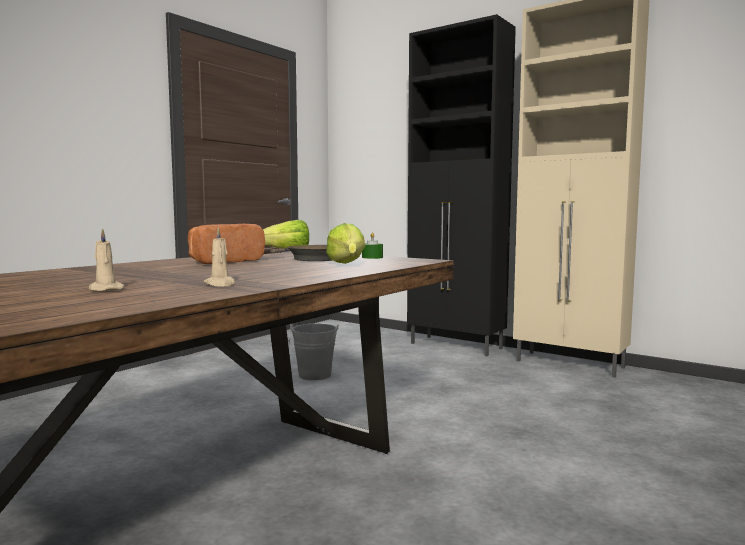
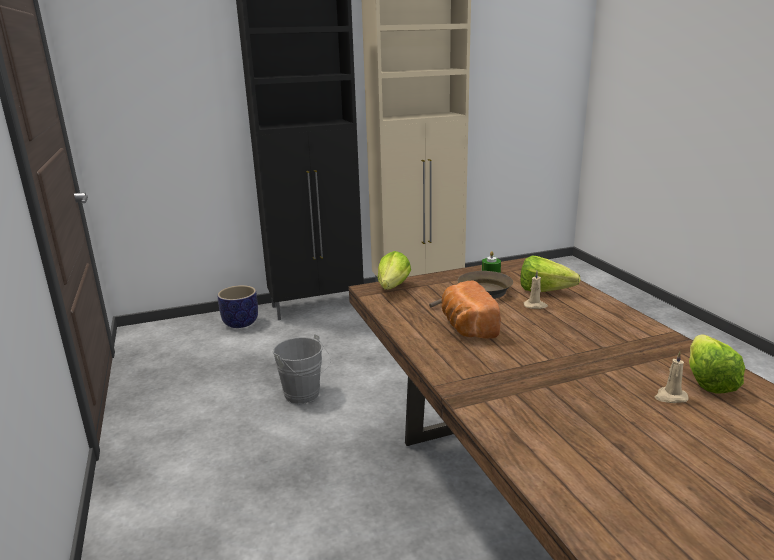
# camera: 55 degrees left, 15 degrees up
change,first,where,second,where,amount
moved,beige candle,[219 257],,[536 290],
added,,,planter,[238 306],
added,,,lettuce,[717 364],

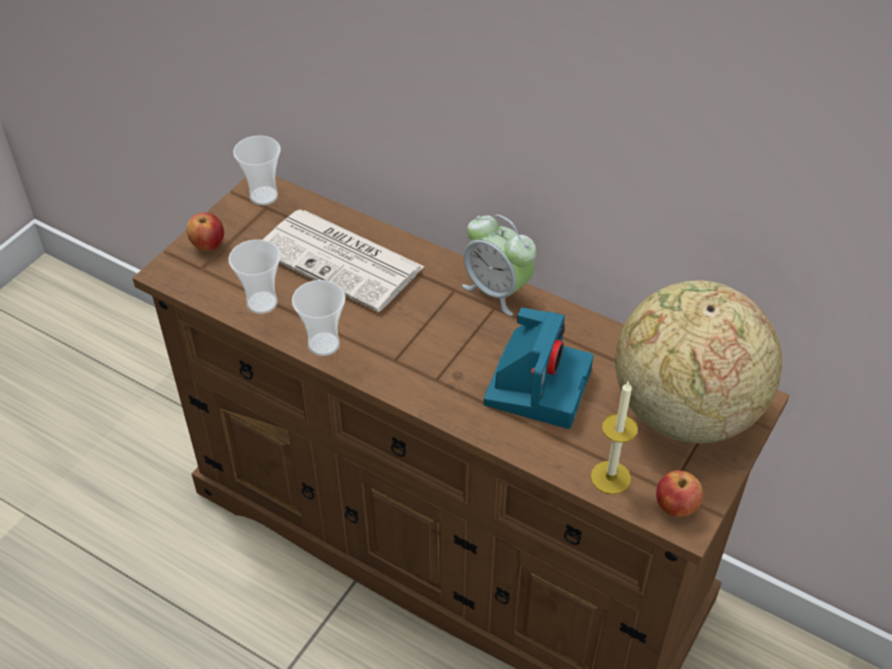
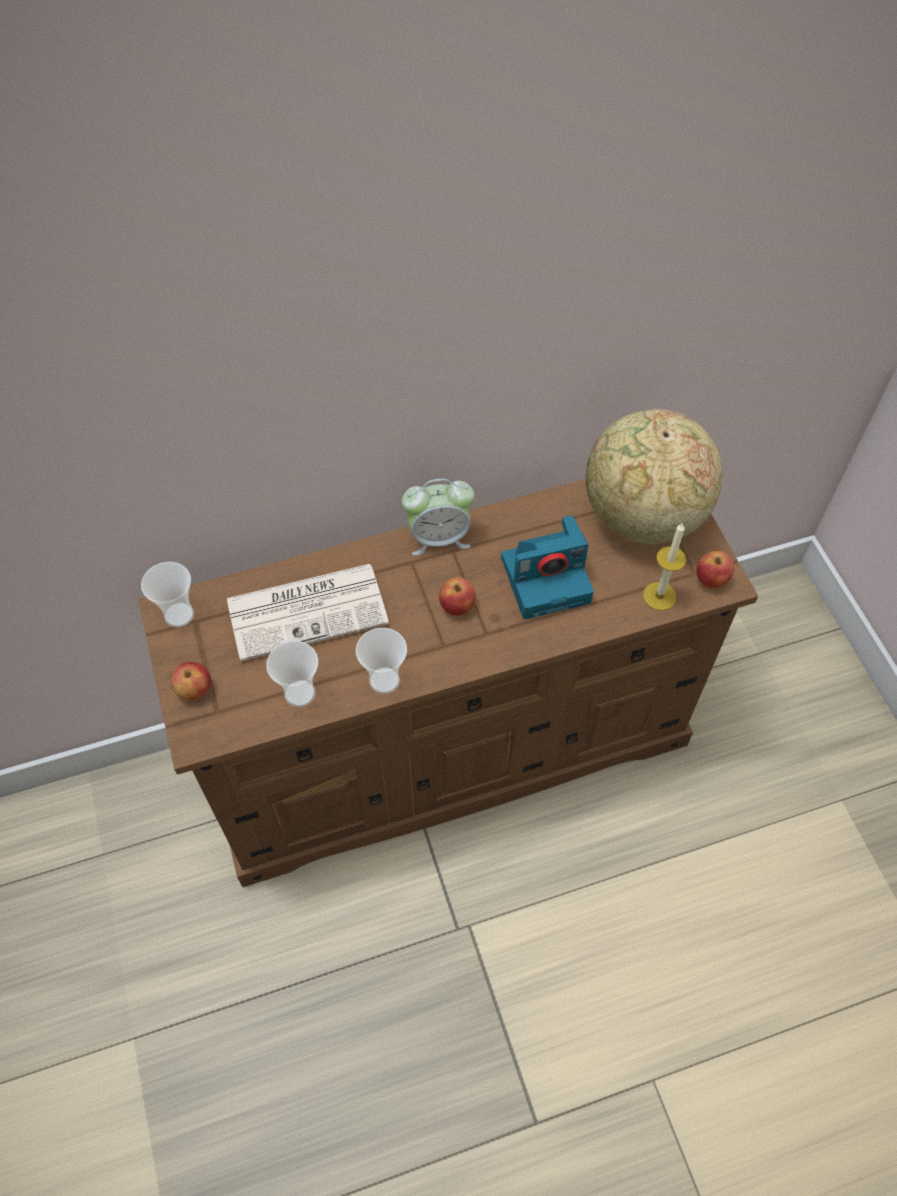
# camera: 50 degrees left, 10 degrees up
change,first,where,second,where,amount
turned,photo camera,[538 368],,[547 567],105 degrees clockwise
added,,,apple,[457 596],

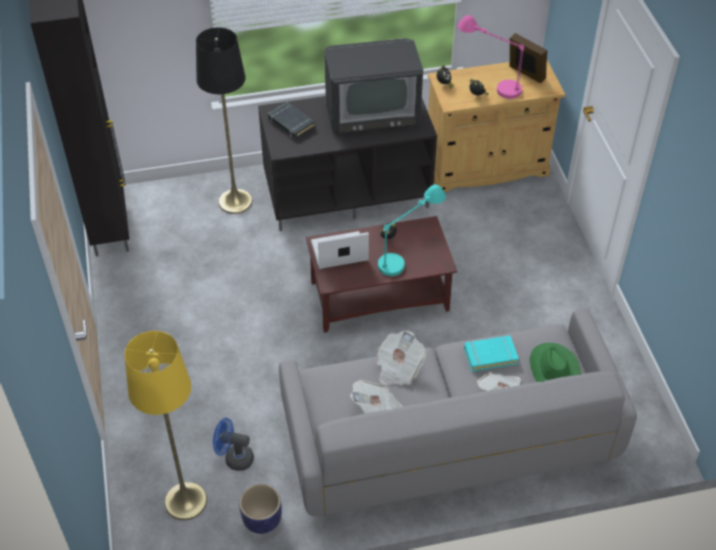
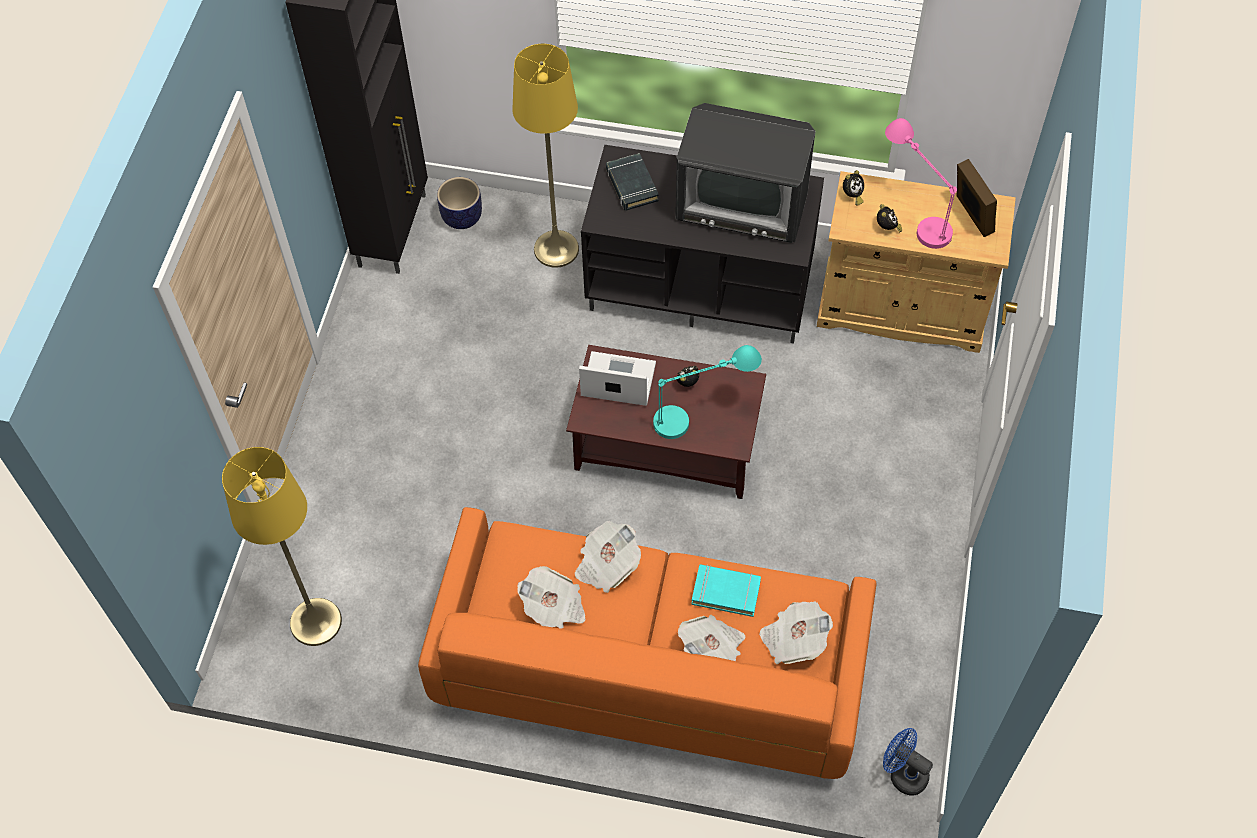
# camera: 25 degrees right, 10 degrees up
change,first,where,second,where,amount
recoloured,black floor lamp,[224 120],yellow floor lamp,[545 156],
moved,blue fan,[233 444],,[908 762],
moved,planter,[260 509],,[459 203],
recoloured,grey sofa,[458 412],orange sofa,[647 643],
replaced,green hat,[555 362],newspaper,[796 632],

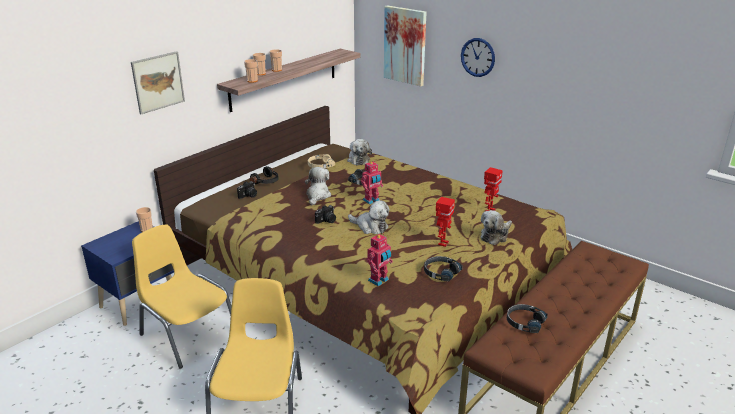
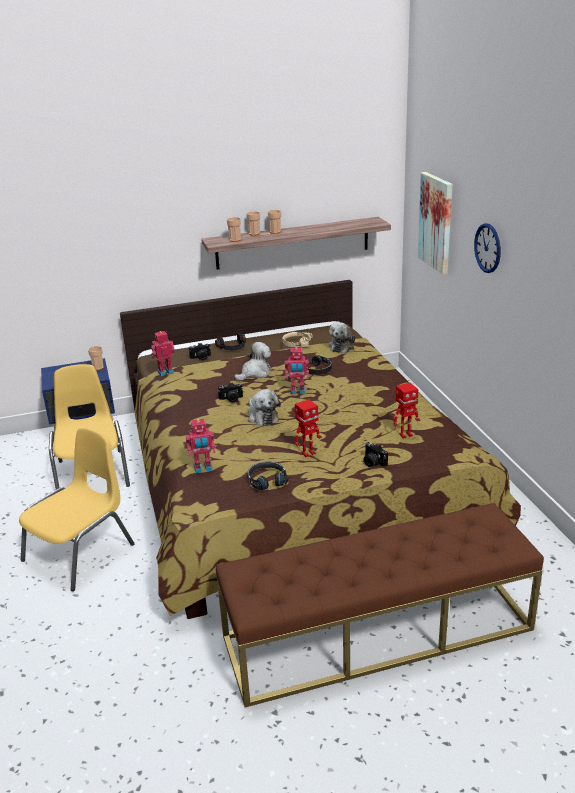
# camera: 35 degrees right, 0 degrees up
change,first,where,second,where,amount
removed,picture,[158 82],,,
replaced,plush toy,[496 227],photo camera,[375 454],
removed,black headphones,[527 318],,,
added,,,toy robot,[163 353],

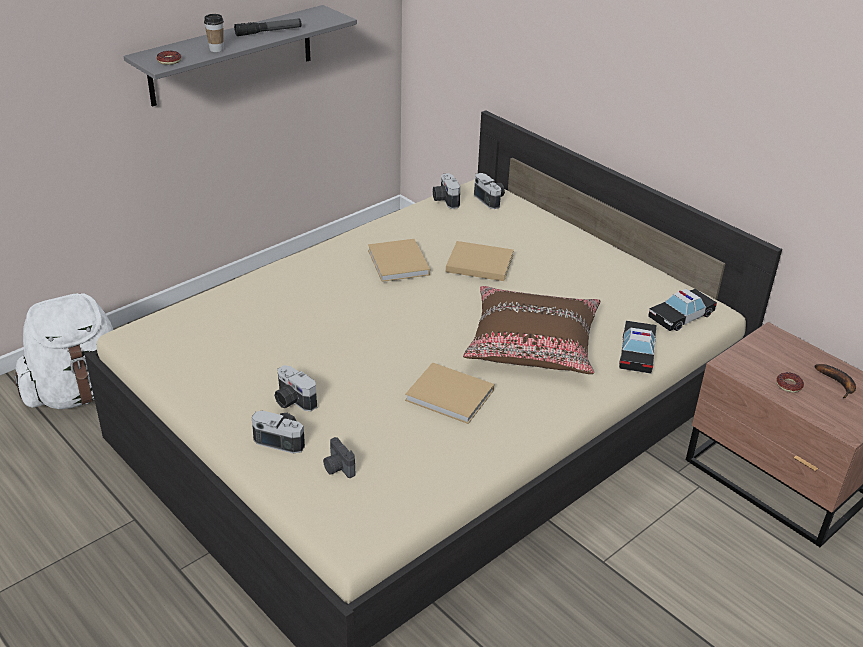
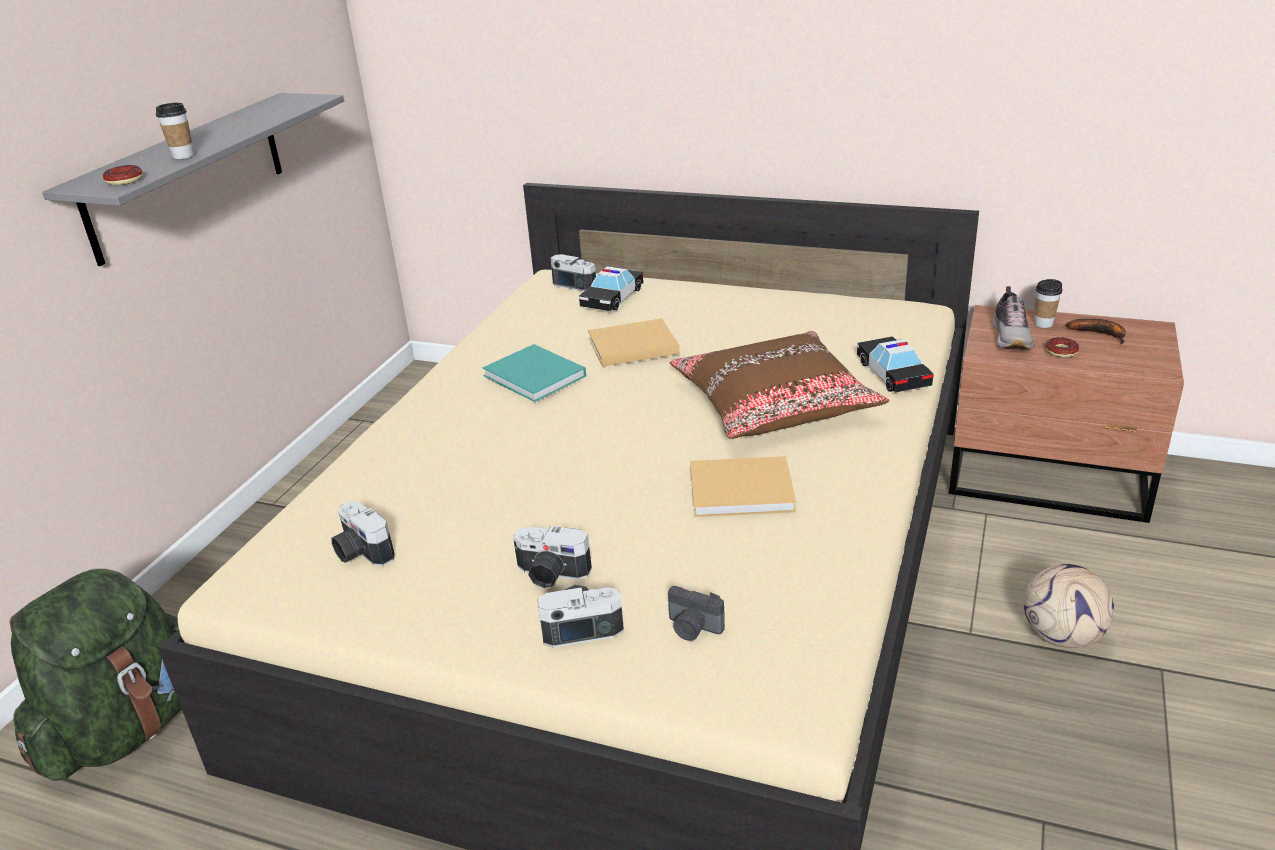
# camera: 25 degrees left, 5 degrees down
change,first,where,second,where,amount
recoloured,white backpack,[63 351],green backpack,[95 675],
removed,flashlight,[267 27],,,
recoloured,beige book,[399 260],turquoise book,[534 373],
moved,photo camera,[446 191],,[363 533],
moved,toy car,[682 310],,[611 288],
added,,,shoe,[1013 318],
added,,,football,[1069 606],
added,,,cup,[1048 303],

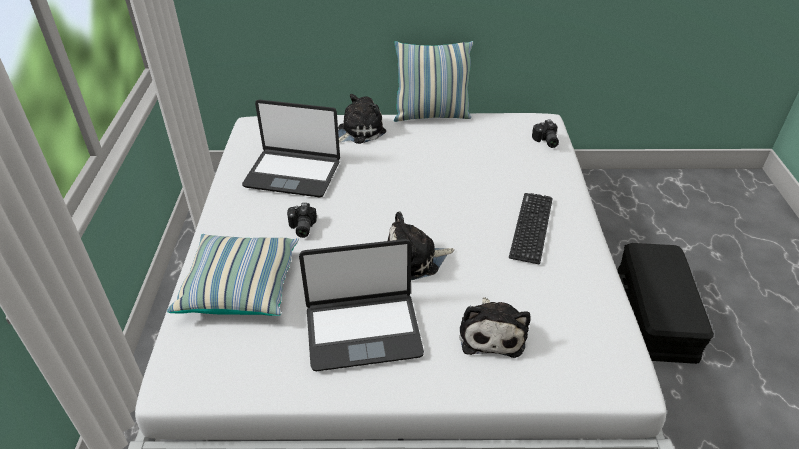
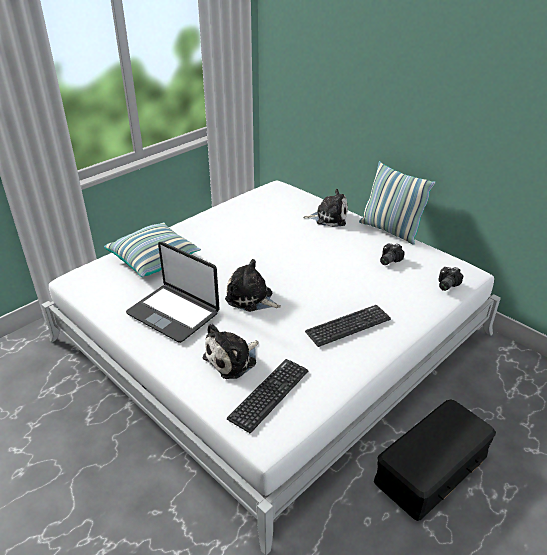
# camera: 45 degrees right, 5 degrees down
change,first,where,second,where,amount
removed,laptop,[291 148],,,
moved,photo camera,[302 220],,[392 254],
added,,,keyboard,[267 396],

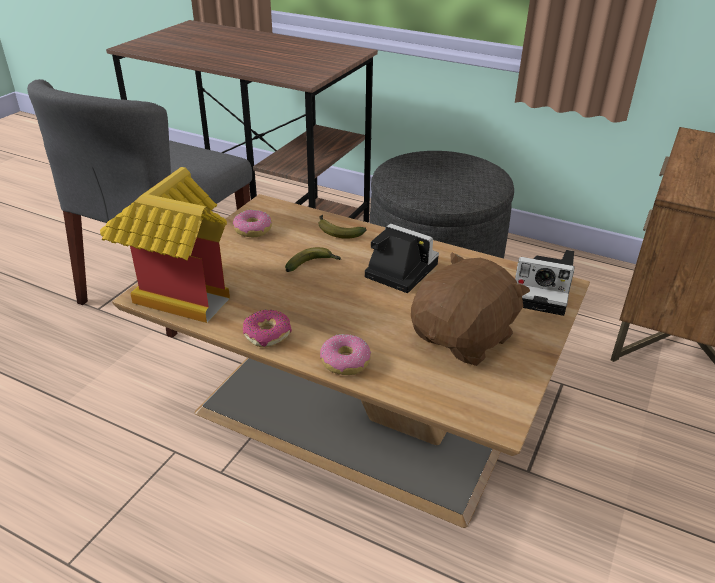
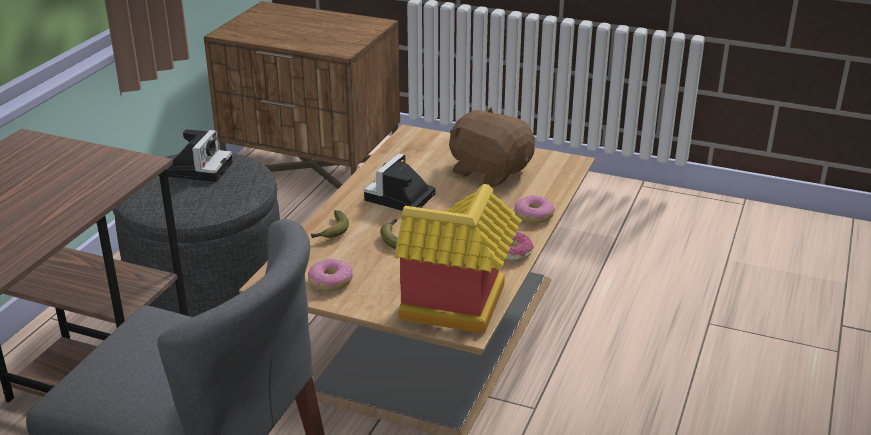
# camera: 95 degrees left, 5 degrees down
change,first,where,second,where,amount
moved,photo camera,[544 283],,[200 155],

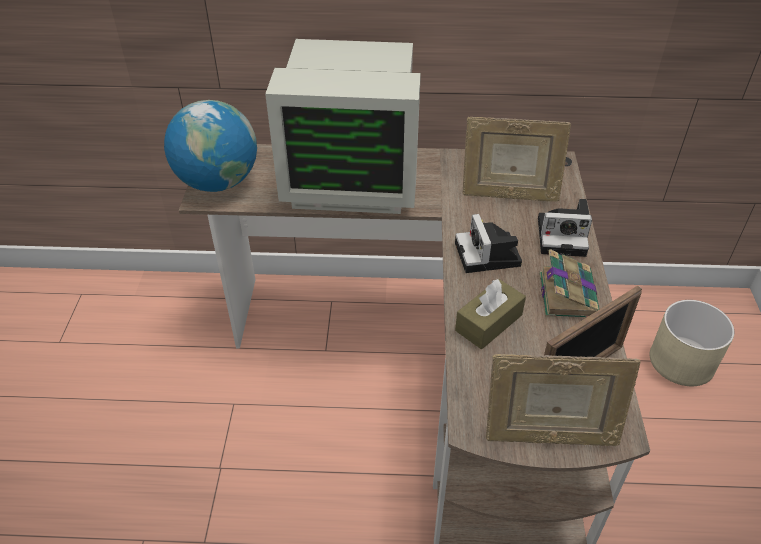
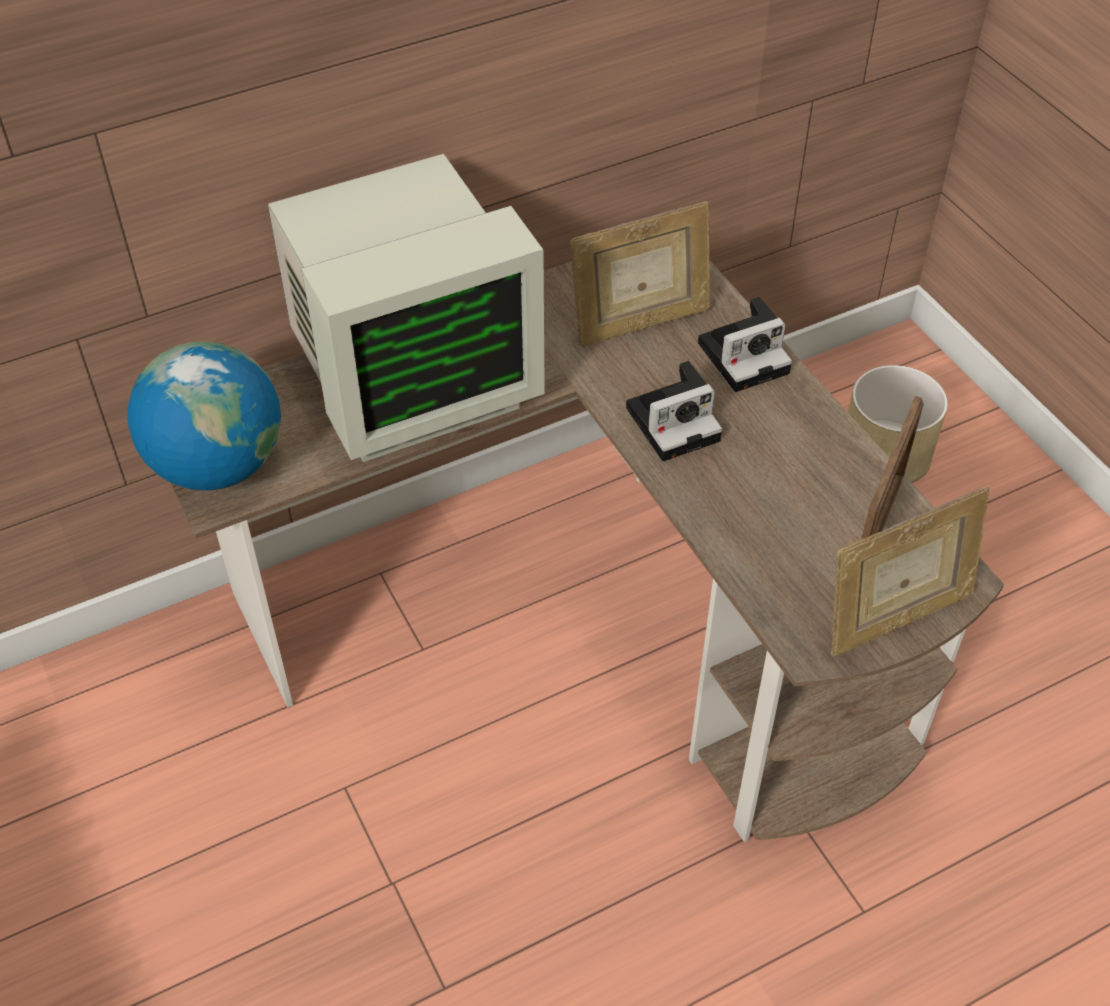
# camera: 30 degrees left, 5 degrees up
change,first,where,second,where,amount
turned,photo camera,[488 243],,[674 411],75 degrees counterclockwise
removed,brown tissue box,[490 314],,,
removed,book,[569 283],,,

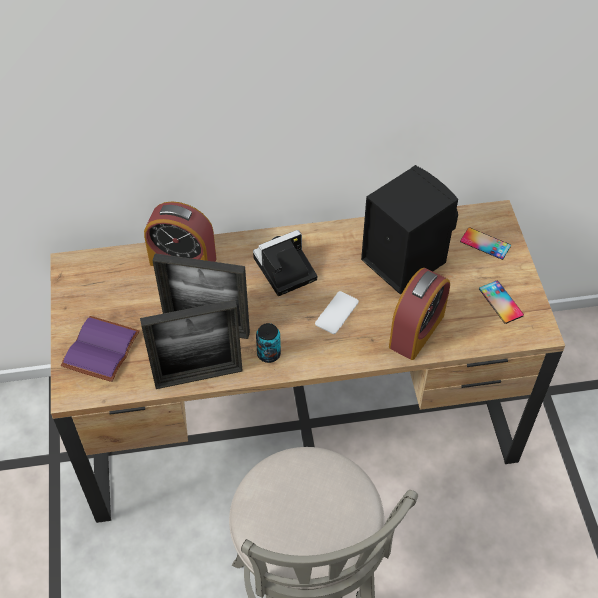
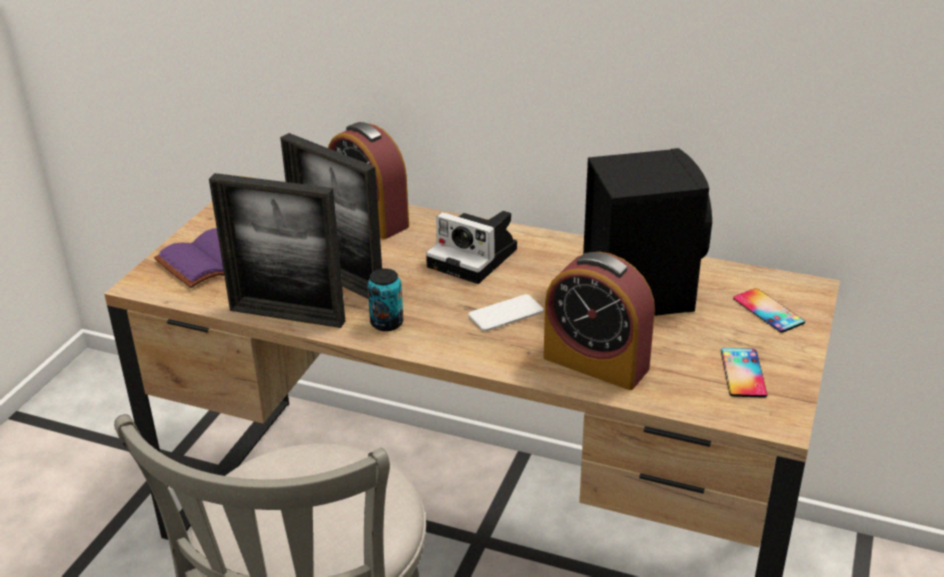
# camera: 30 degrees right, 20 degrees down
change,first,where,second,where,amount
turned,photo camera,[285 263],,[471 247],150 degrees counterclockwise
turned,alarm clock,[419 314],,[599 321],60 degrees clockwise

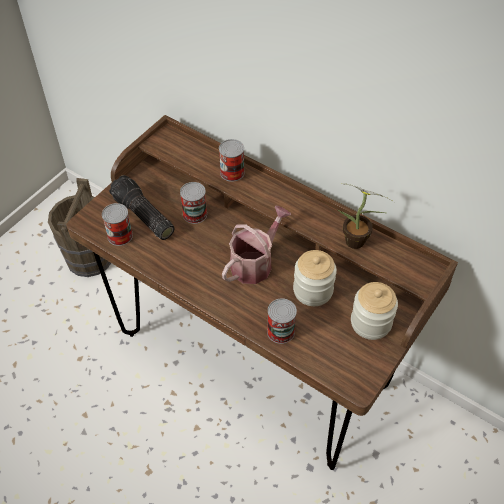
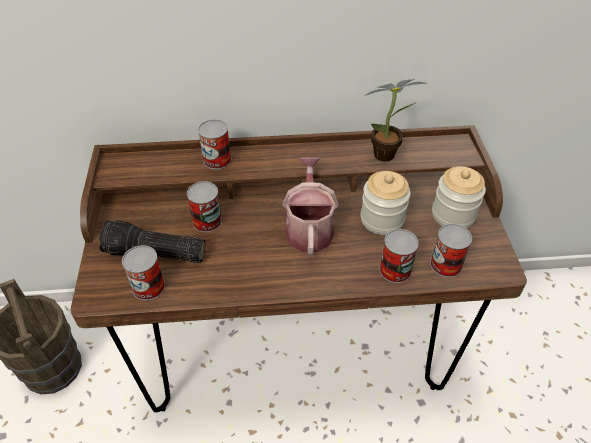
# camera: 40 degrees left, 5 degrees down
change,first,where,second,where,amount
added,,,can,[451 250],

